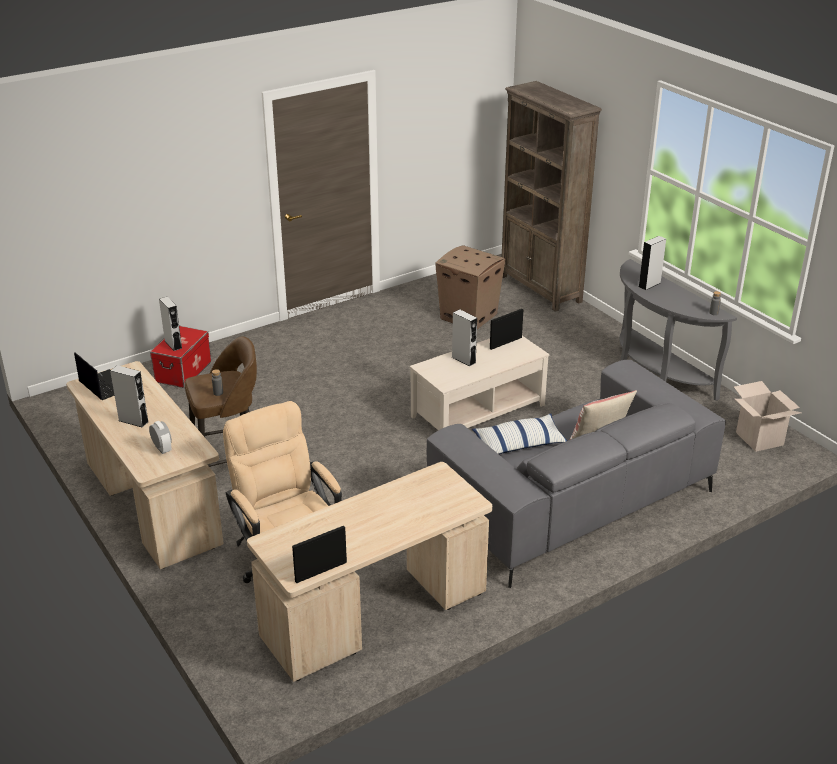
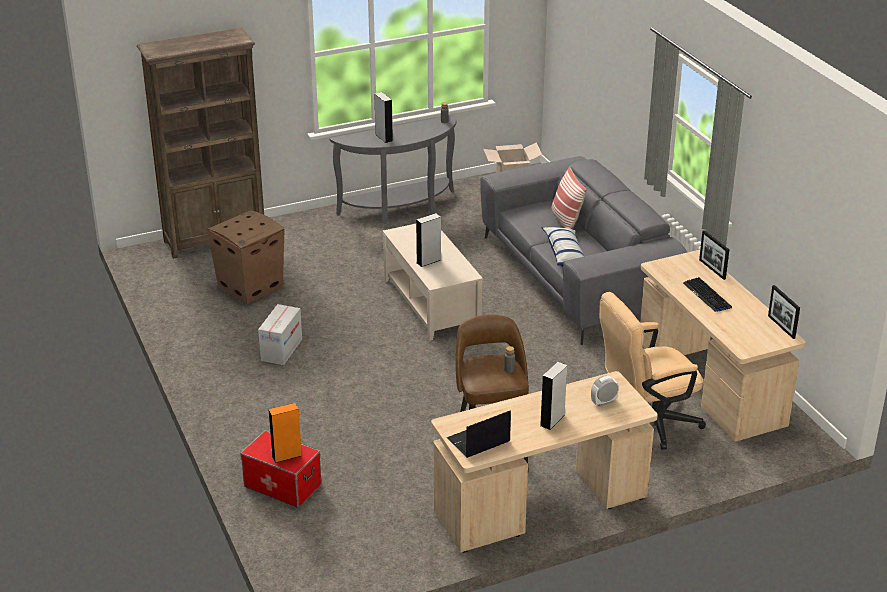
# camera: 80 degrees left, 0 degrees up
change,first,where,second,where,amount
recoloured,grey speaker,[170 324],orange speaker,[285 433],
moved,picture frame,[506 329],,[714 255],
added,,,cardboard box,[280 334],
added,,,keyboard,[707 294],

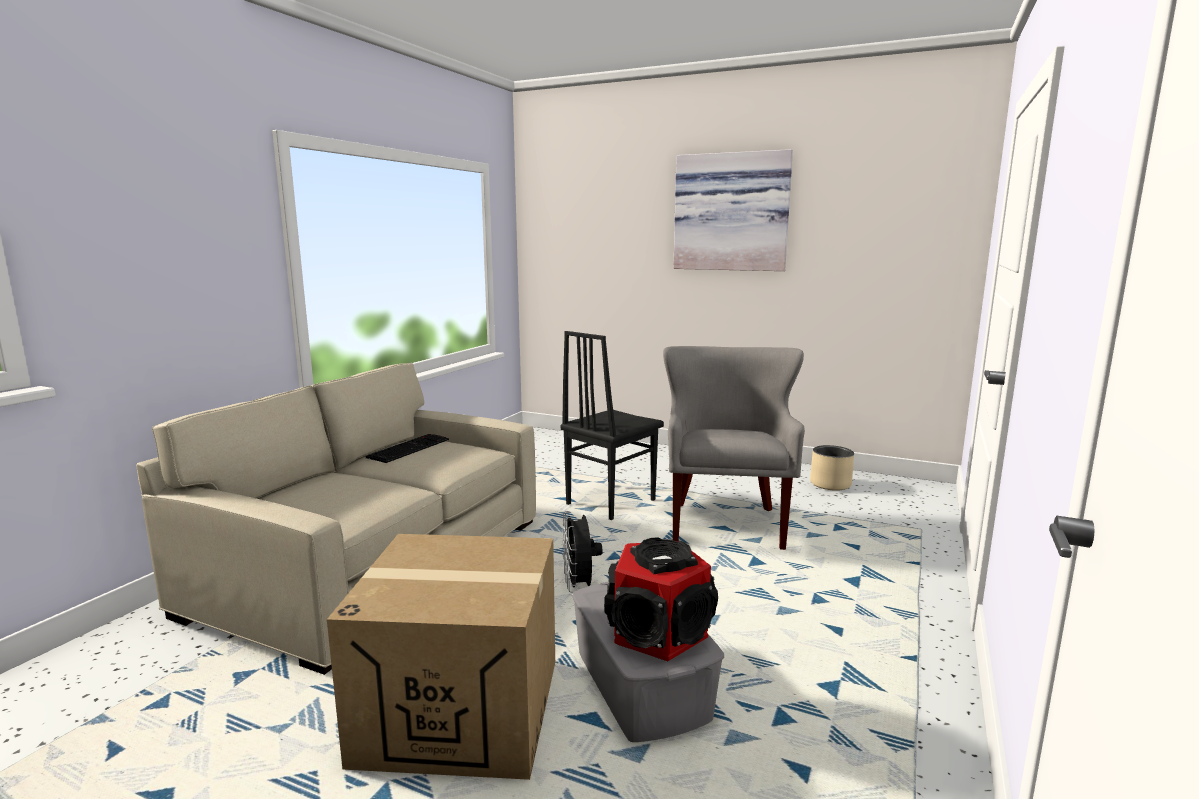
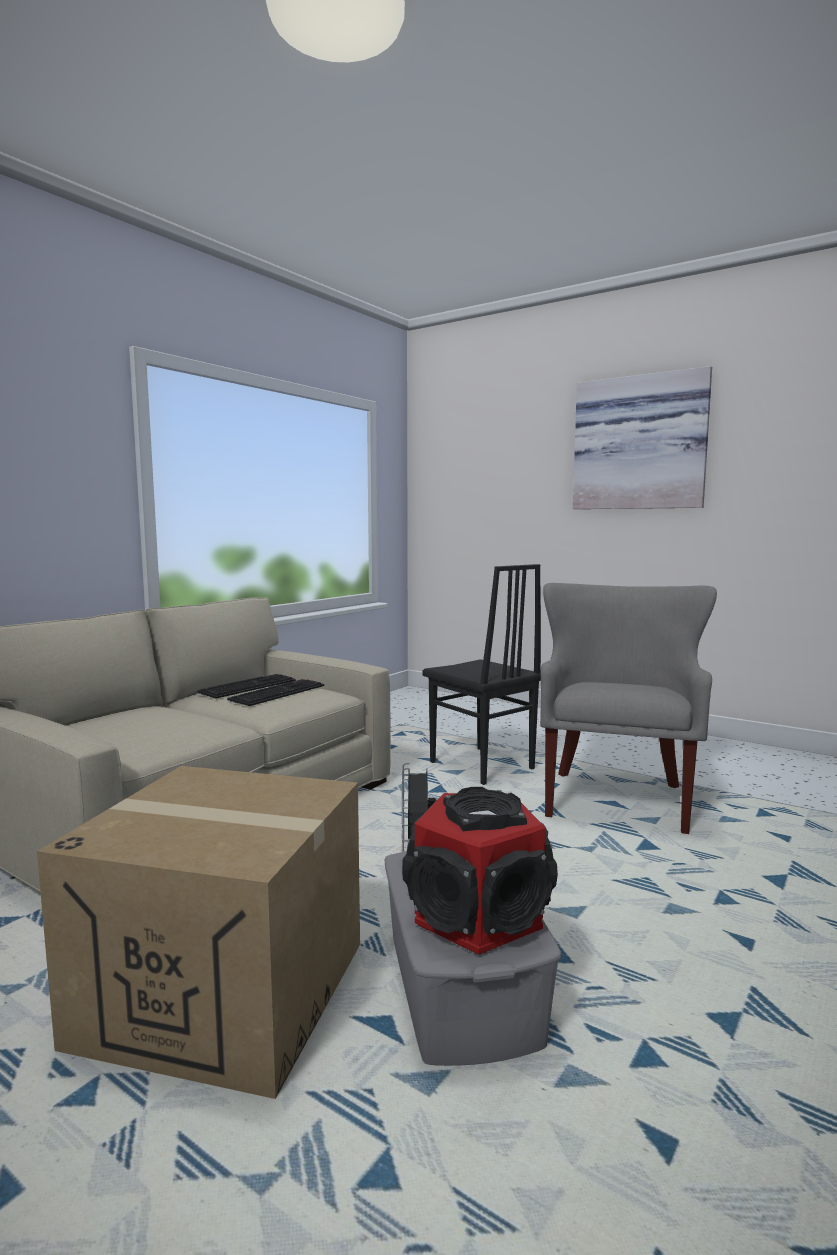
# camera: 10 degrees right, 5 degrees down
change,first,where,second,where,amount
turned,black chair,[612 425],,[481 674],90 degrees counterclockwise
removed,beige planter,[832 468],,,
added,,,keyboard,[275 692],

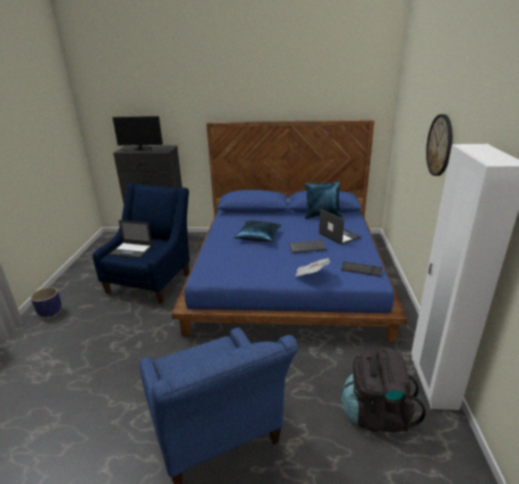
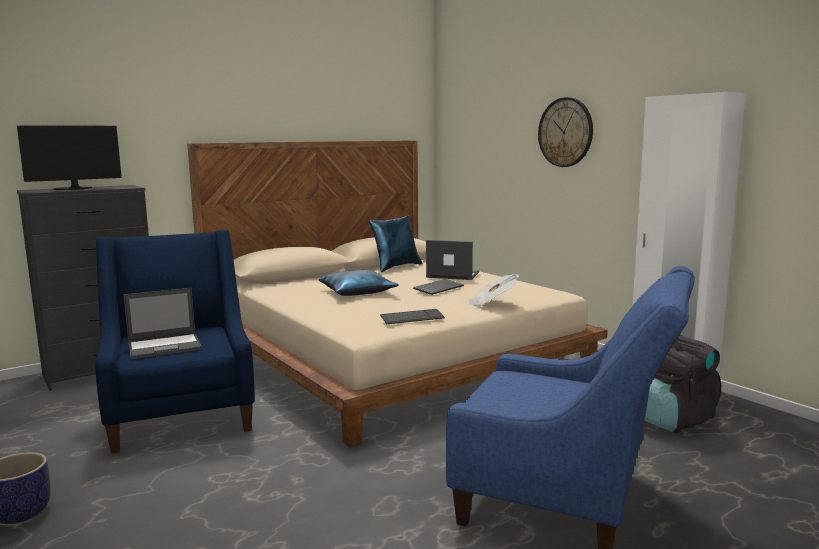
# camera: 40 degrees left, 15 degrees down
change,first,where,second,where,amount
recoloured,blue bed,[289 231],beige bed,[397 293],
moved,keyboard,[361 269],,[412 316],

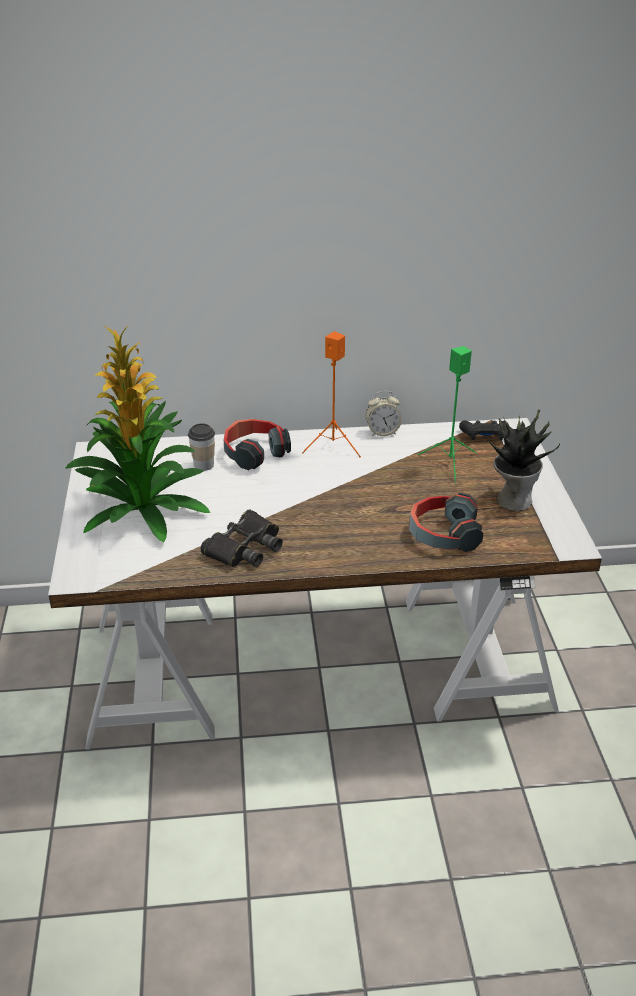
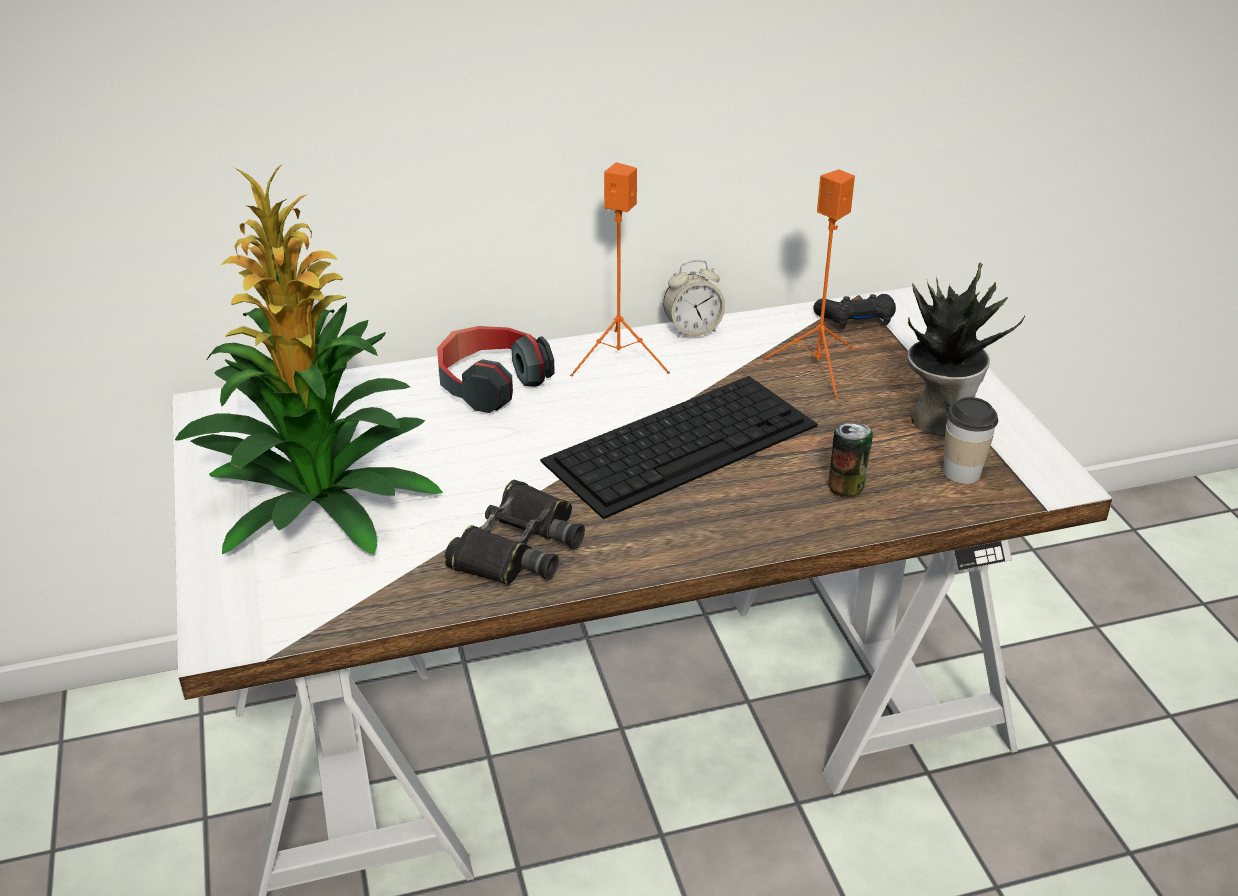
# camera: 10 degrees left, 0 degrees up
change,first,where,second,where,amount
moved,cup,[201 447],,[970 440],
replaced,headphones,[446 522],can,[850 460],
recoloured,green speaker,[447 414],orange speaker,[808 284],
added,,,keyboard,[679 447],

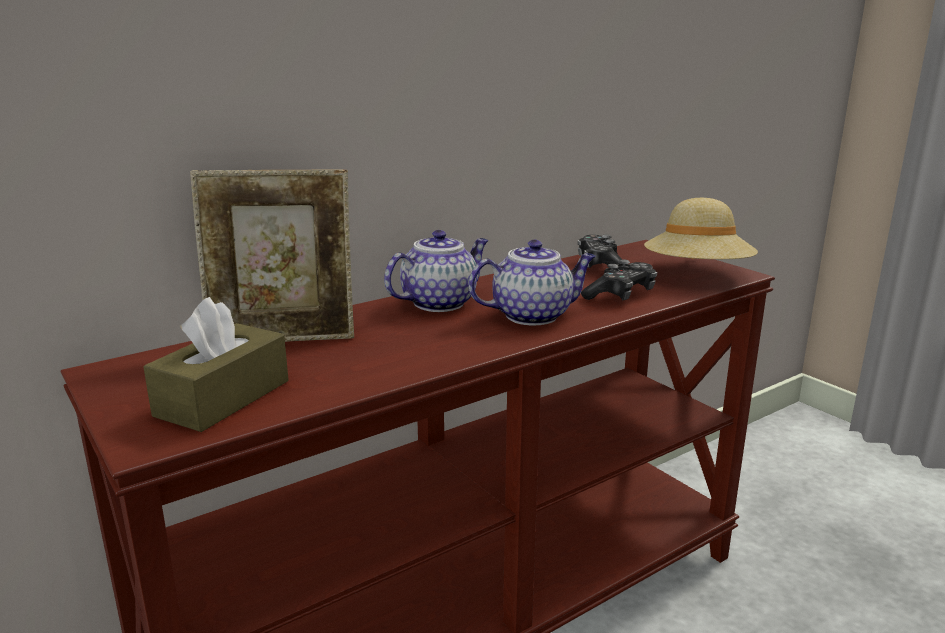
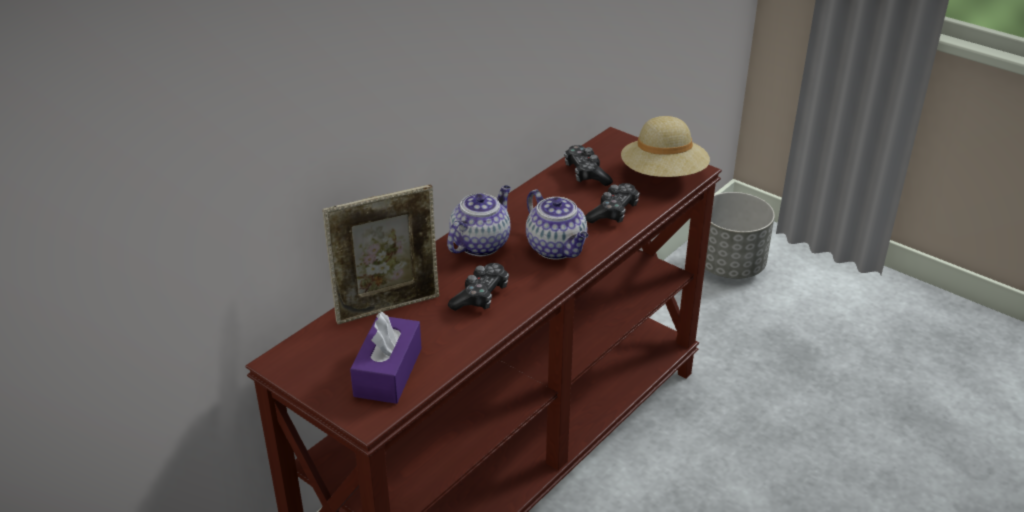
# camera: 15 degrees left, 15 degrees up
change,first,where,second,where,amount
recoloured,brown tissue box,[216 364],purple tissue box,[386 358],
turned,teapot,[532 282],,[557 224],90 degrees clockwise
added,,,game controller,[478 287],
added,,,grey planter,[740 235],

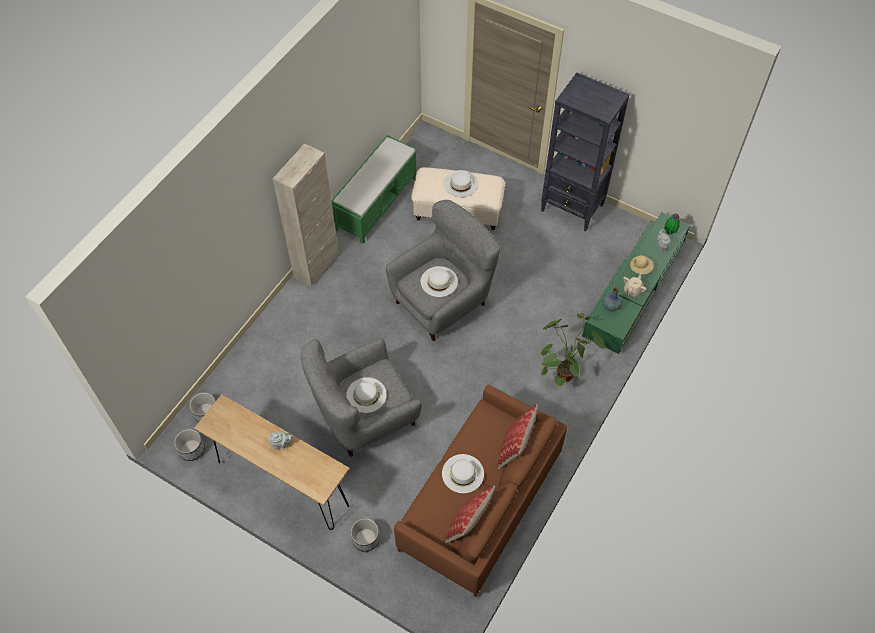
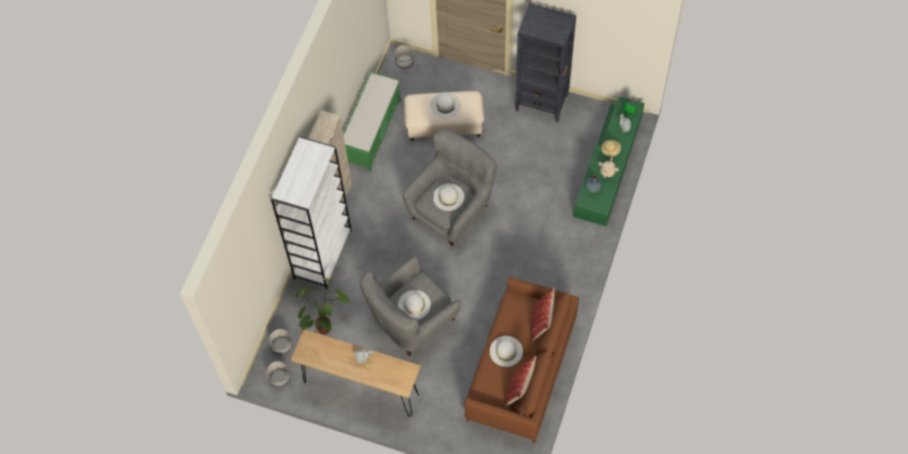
# camera: 10 degrees left, 5 degrees up
change,first,where,second,where,amount
moved,planter,[365 535],,[404 57],
moved,potted plant,[573 350],,[323 305],
added,,,white bookcase,[311 212],

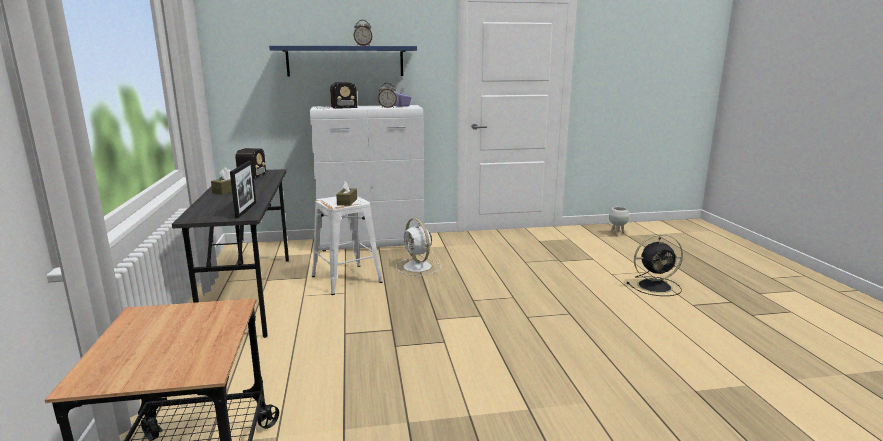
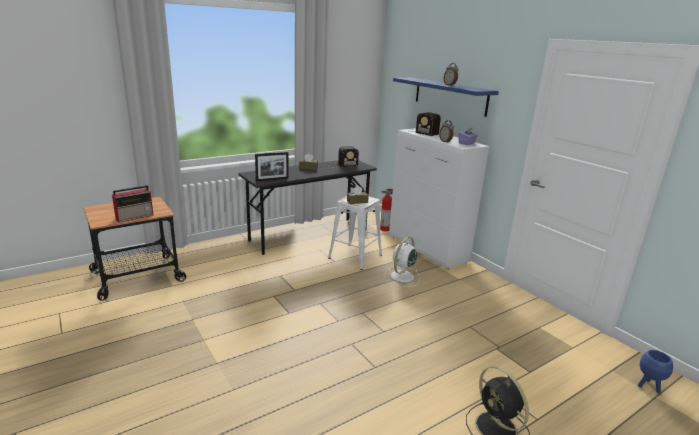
# camera: 65 degrees right, 5 degrees up
change,first,where,second,where,amount
recoloured,white planter,[619 221],blue planter,[655 371],
added,,,radio,[132 203],
added,,,fire extinguisher,[386 209],

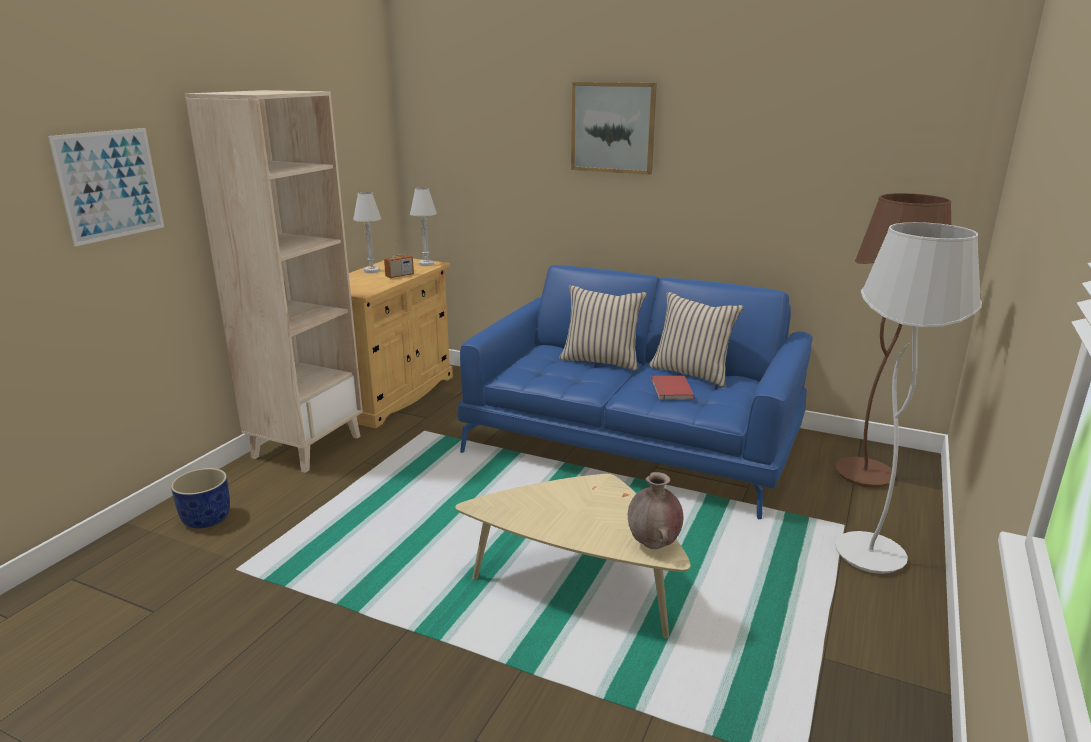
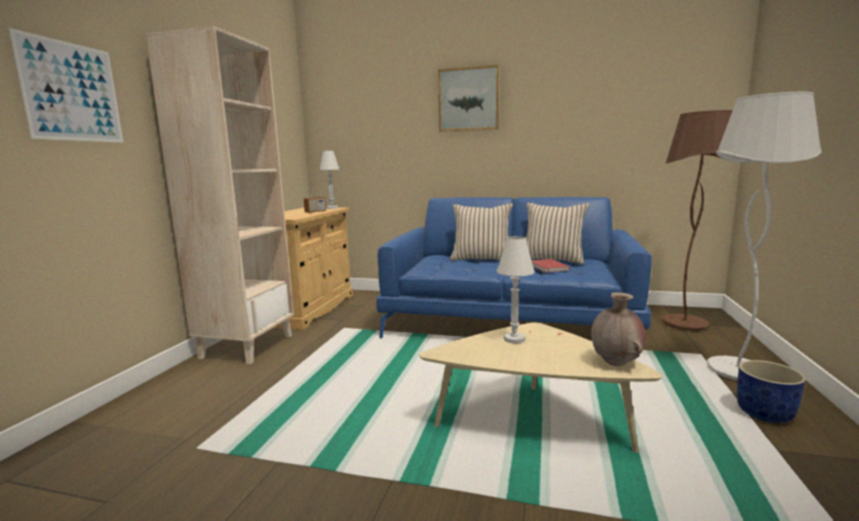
# camera: 10 degrees left, 10 degrees down
change,first,where,second,where,amount
moved,blue planter,[200 498],,[771 391],
moved,white table lamp,[367 232],,[516 290],

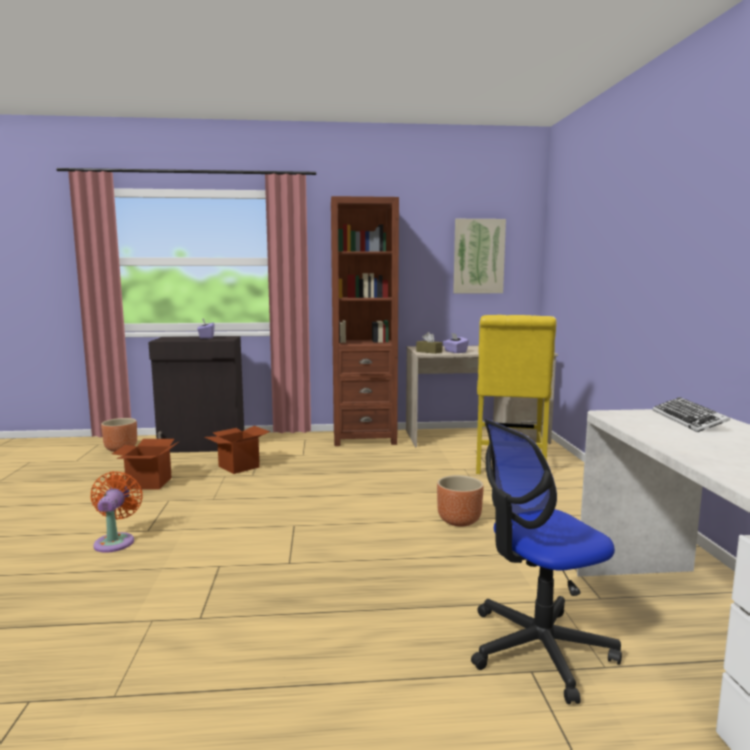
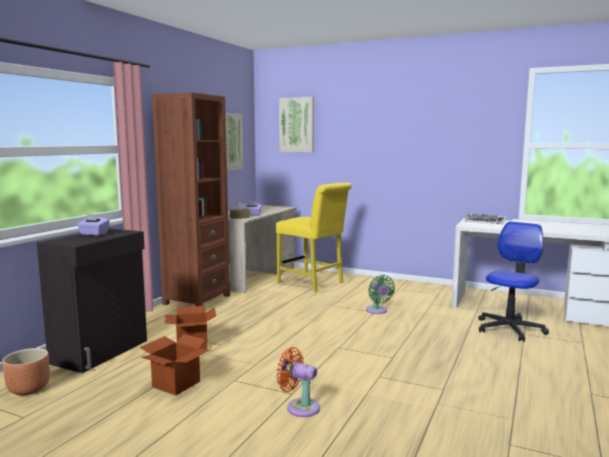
# camera: 60 degrees left, 0 degrees up
change,first,where,second,where,amount
replaced,brown planter,[460 500],green fan,[380 294],
turned,office chair,[546 561],,[513 282],150 degrees counterclockwise
added,,,picture,[296 124],

